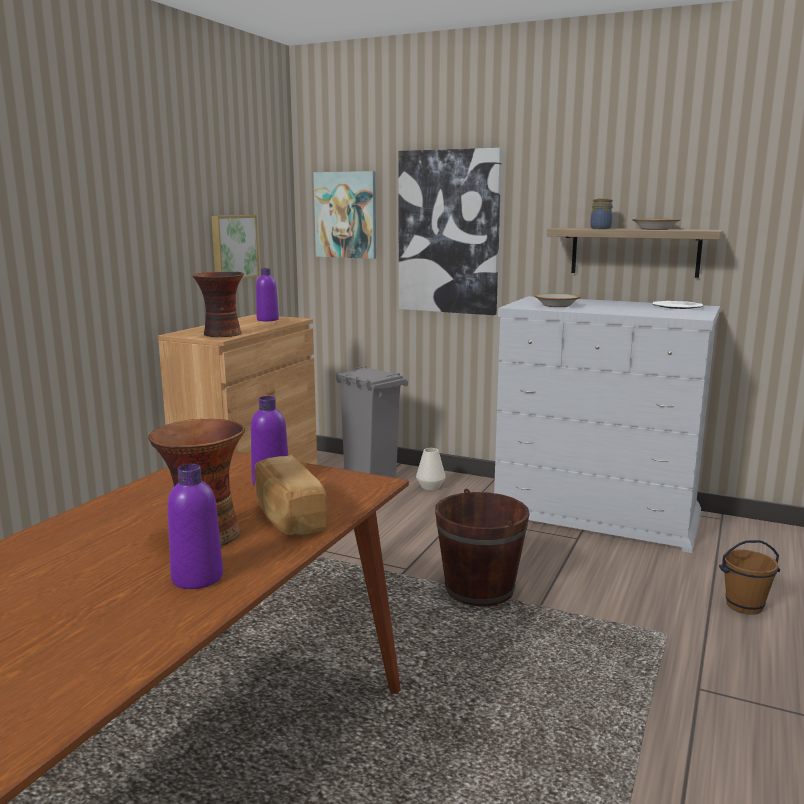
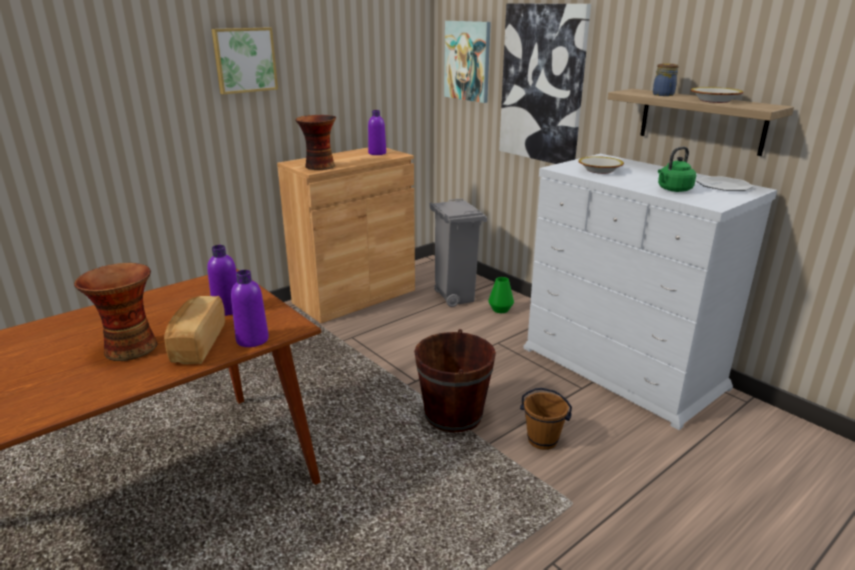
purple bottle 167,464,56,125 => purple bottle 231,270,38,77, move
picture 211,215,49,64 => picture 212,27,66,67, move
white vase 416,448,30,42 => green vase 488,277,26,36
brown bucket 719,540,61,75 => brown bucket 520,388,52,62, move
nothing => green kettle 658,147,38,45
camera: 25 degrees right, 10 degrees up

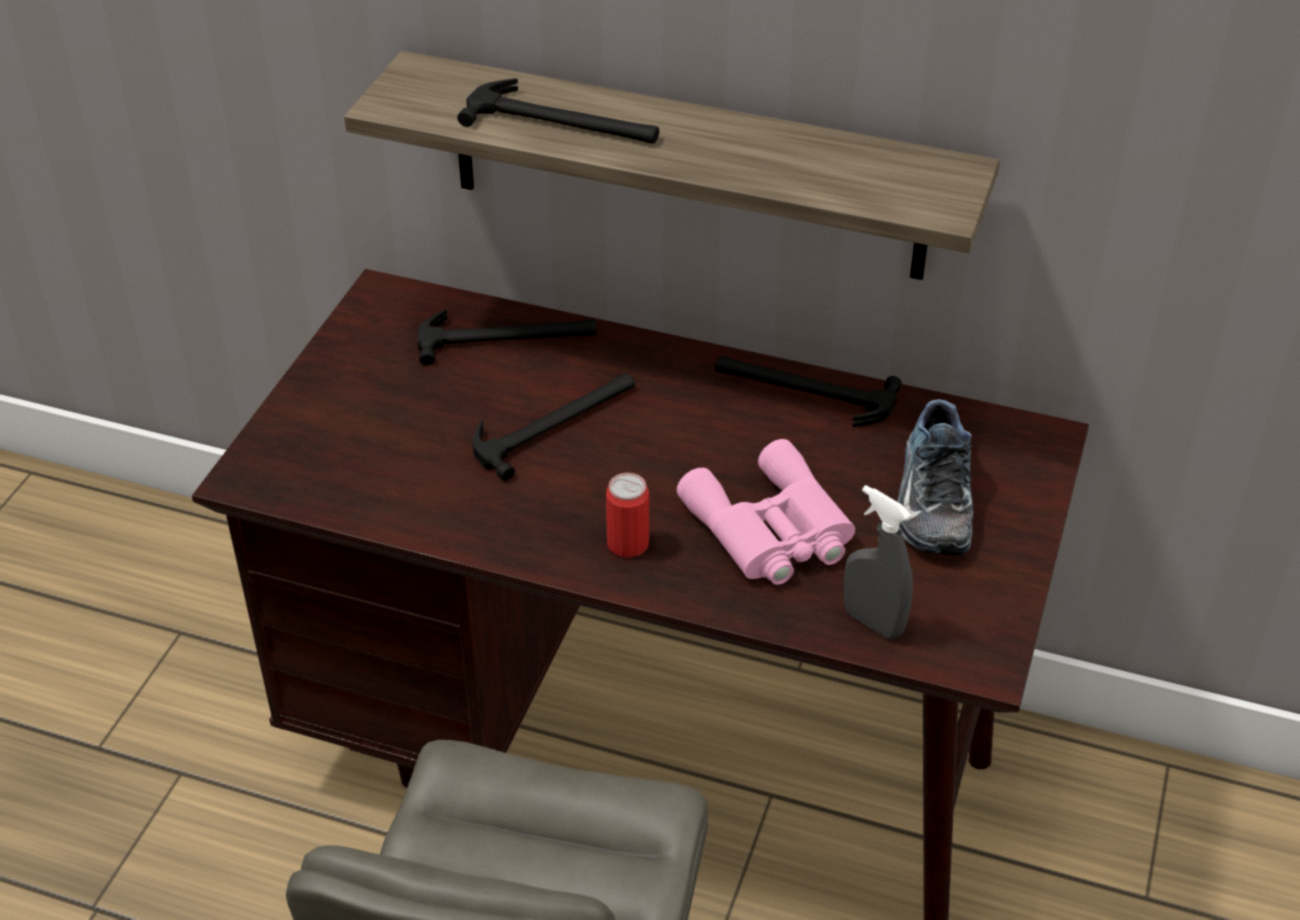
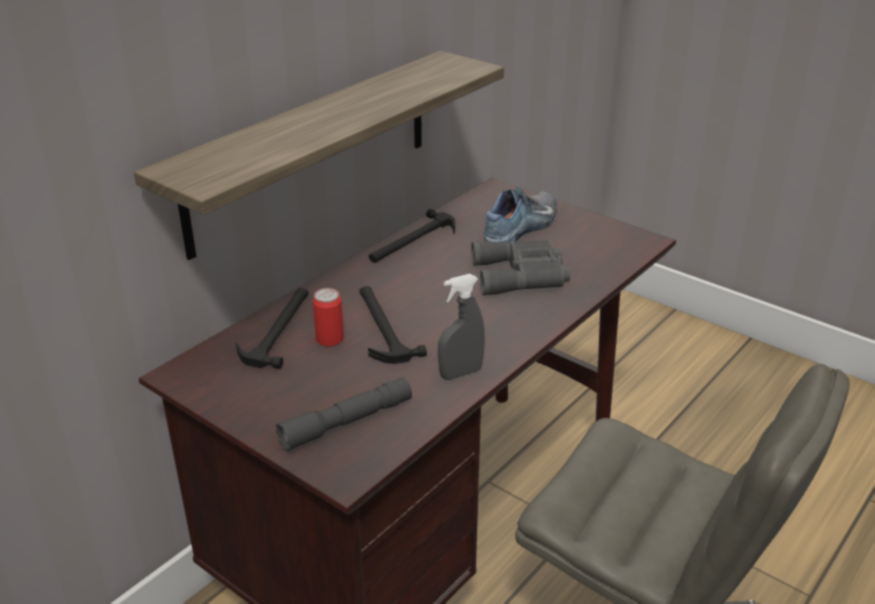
hammer 457,78,202,66 => nothing
can 606,473,43,84 => can 313,288,31,58, move
pink binoculars 677,439,178,146 => grey binoculars 471,240,99,55
grey spray bottle 844,485,69,154 => grey spray bottle 438,274,47,106, move
shoe 897,399,77,156 => shoe 483,187,74,56, 75 degrees counterclockwise
nothing => grey flashlight 276,378,136,73
camera: 70 degrees left, 10 degrees down

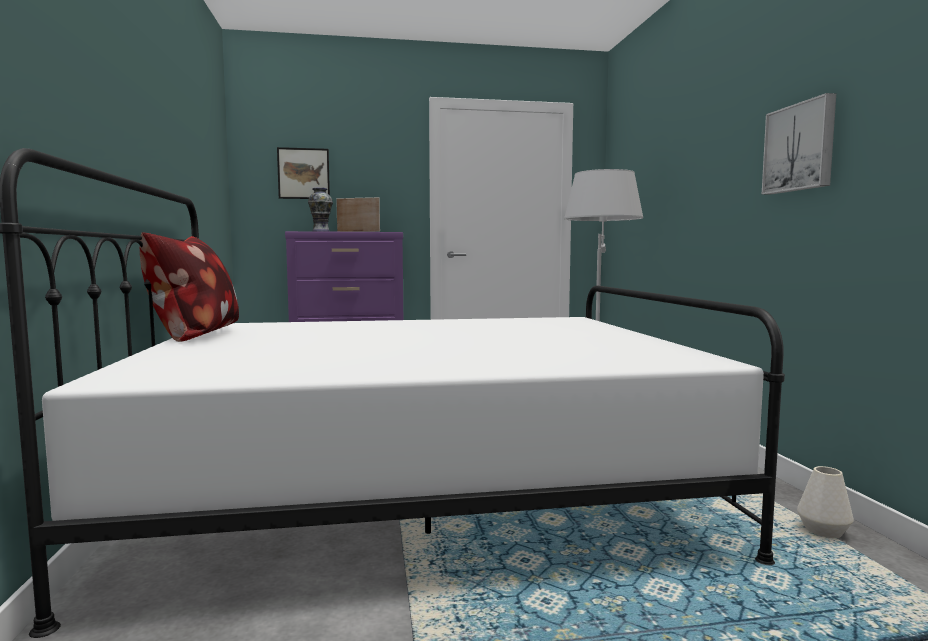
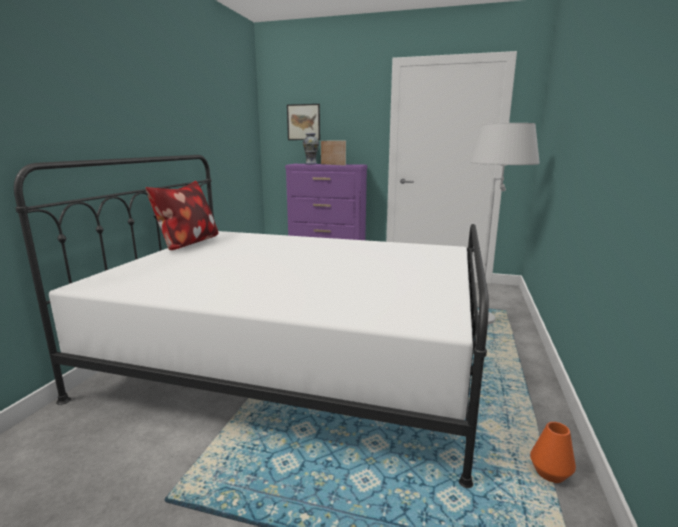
picture 762,93,74,102 => nothing
white vase 797,466,57,72 => orange vase 530,422,46,61
camera: 25 degrees right, 10 degrees up

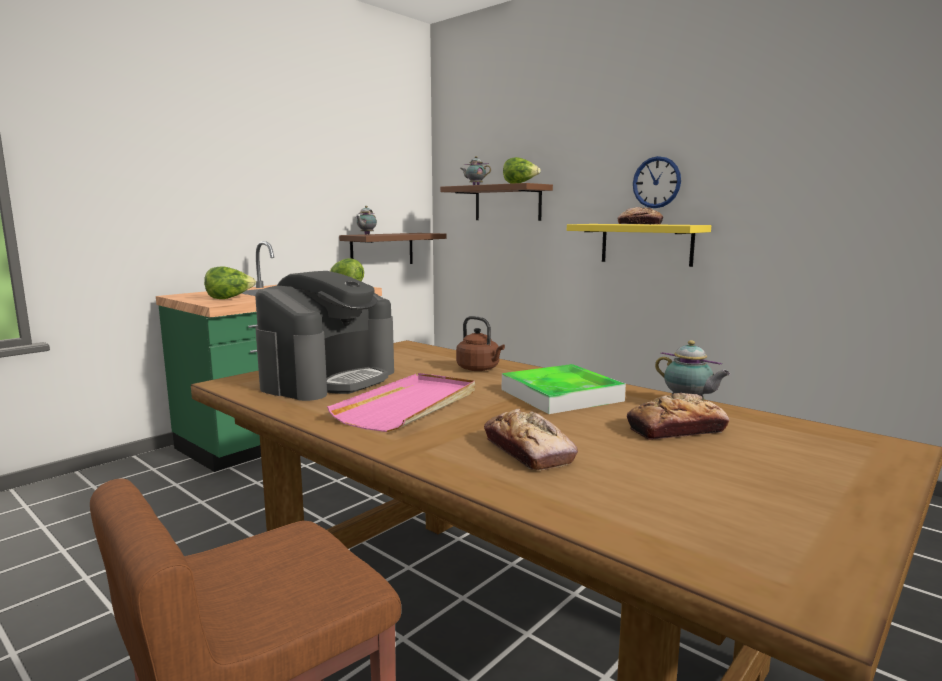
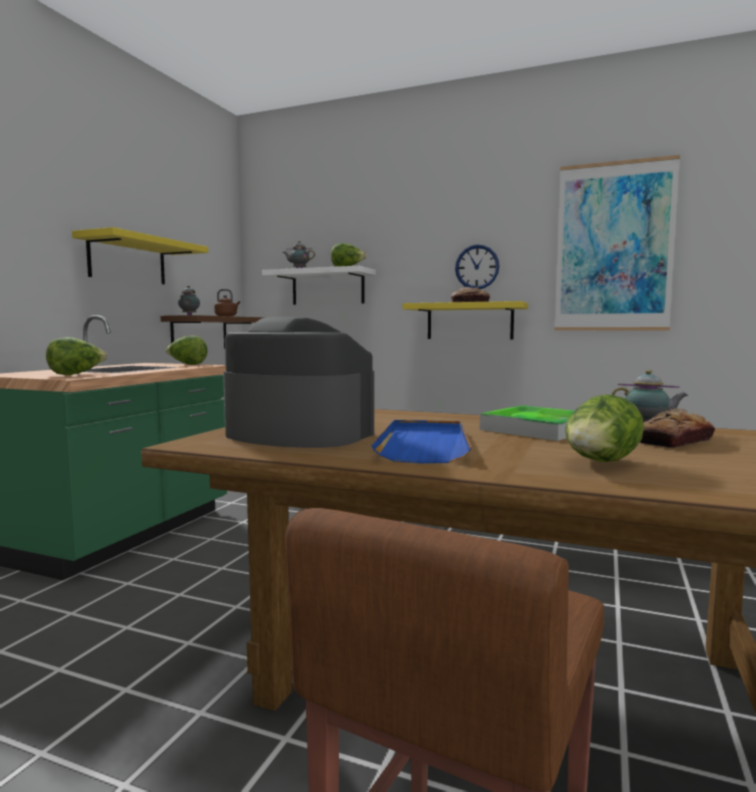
coffee machine 255,271,139,130 => coffee machine 224,317,150,131, 75 degrees counterclockwise
pink tray 327,373,148,59 => blue tray 371,420,101,43
brown shelf 440,183,113,38 => white shelf 262,266,114,39
brown kettle 456,316,49,55 => brown kettle 214,289,26,27, move
bread 484,409,94,62 => lettuce 565,394,79,68
nothing => yellow shelf 72,227,136,57
nothing => picture 554,155,126,175
camera: 20 degrees left, 5 degrees down

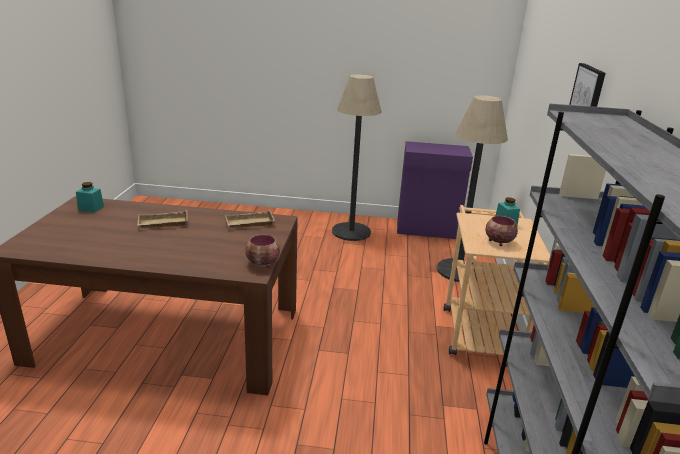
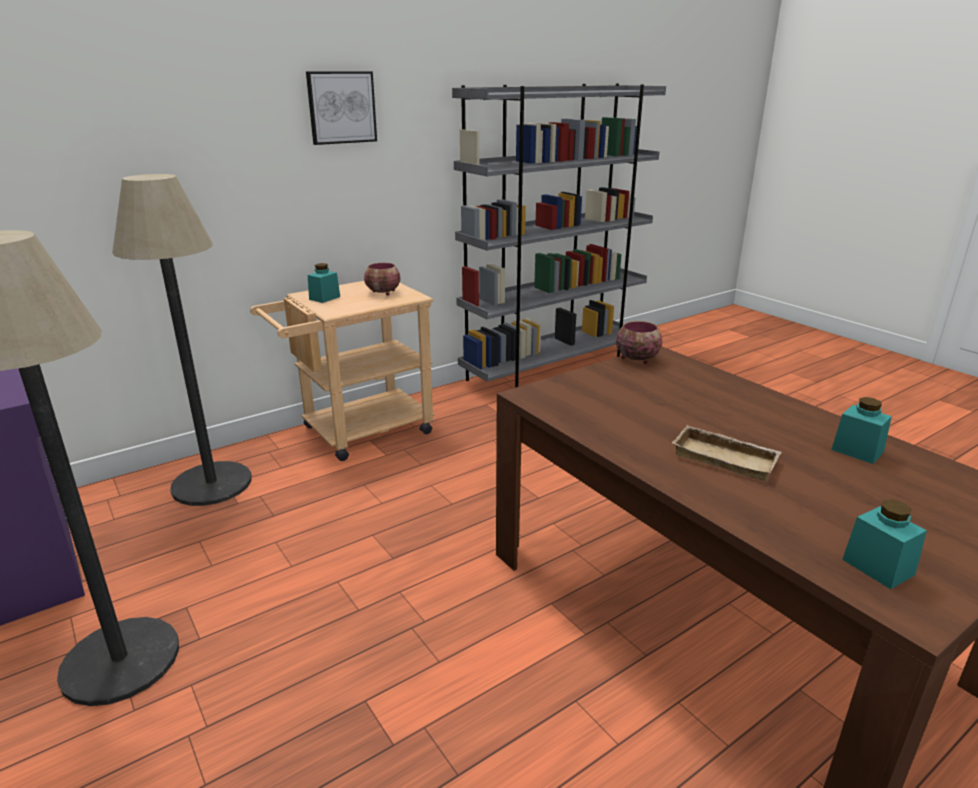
beige tray 225,210,50,18 => nothing
nothing => turquoise jar 831,397,61,67
camera: 130 degrees left, 0 degrees up

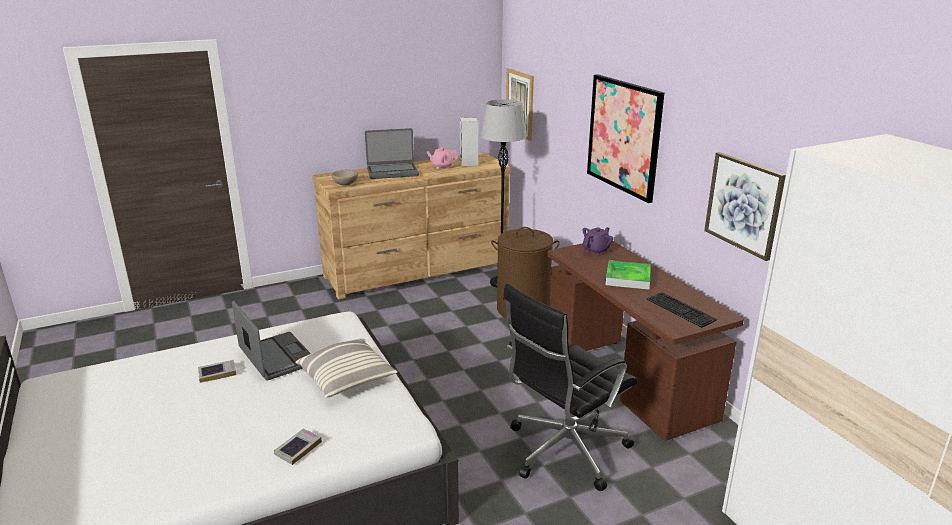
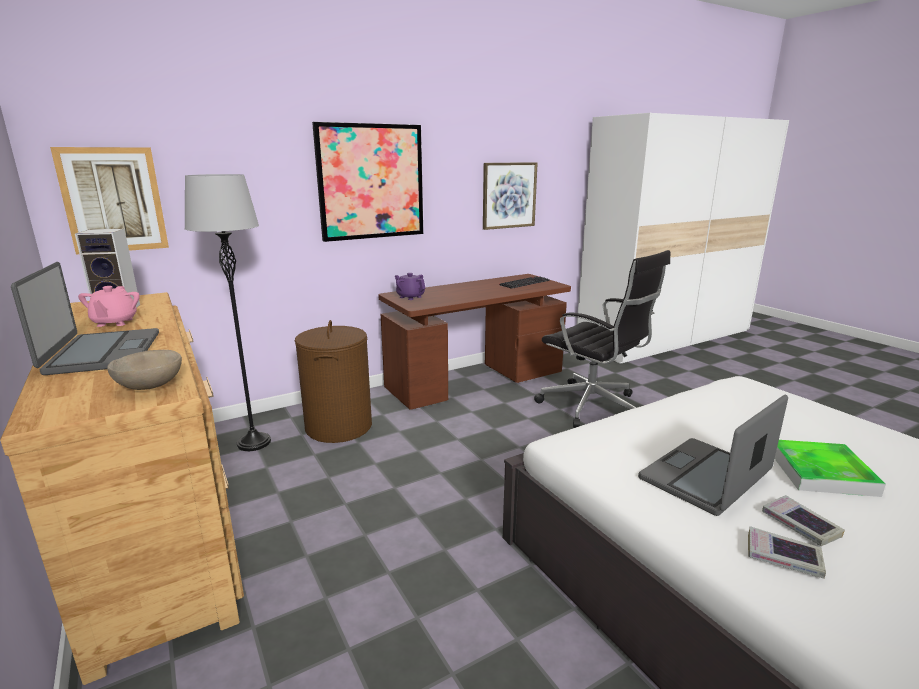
book 274,429,48,36 => book 748,526,78,53, move
pillow 295,338,103,60 => nothing
tray 606,260,45,30 => tray 775,440,111,57, move
camera: 95 degrees left, 5 degrees down

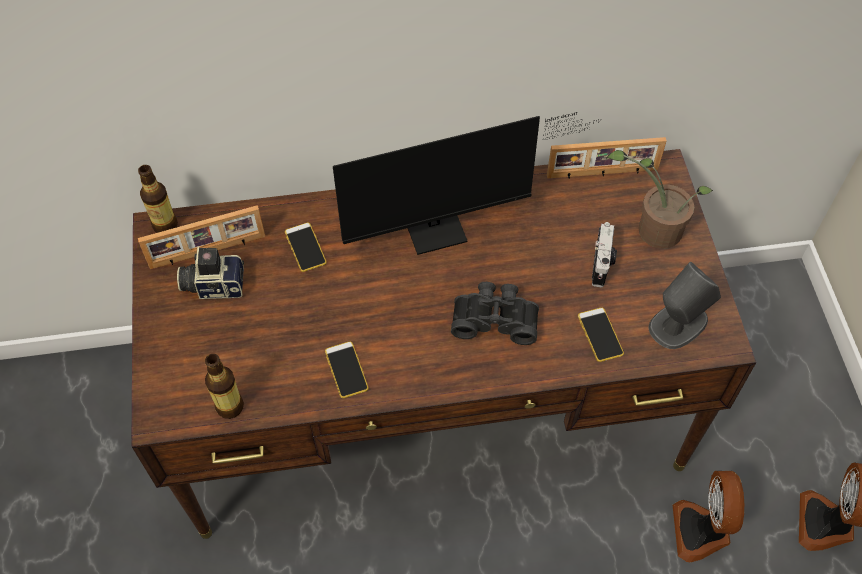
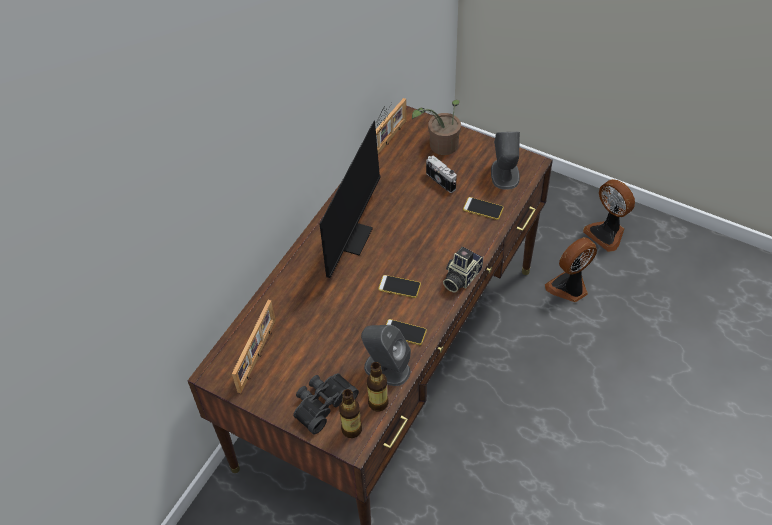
bottle 138,165,40,68 => bottle 339,389,23,49, move
photo camera 177,246,67,53 => photo camera 443,247,40,46, move
phone 285,222,42,50 => phone 378,275,43,23, move
black binoculars 451,282,88,63 => black binoculars 293,373,66,61, move
fan 673,471,71,91 => fan 545,237,52,65, 105 degrees clockwise
nothing => grey speaker 361,325,50,61
camera: 50 degrees left, 5 degrees down

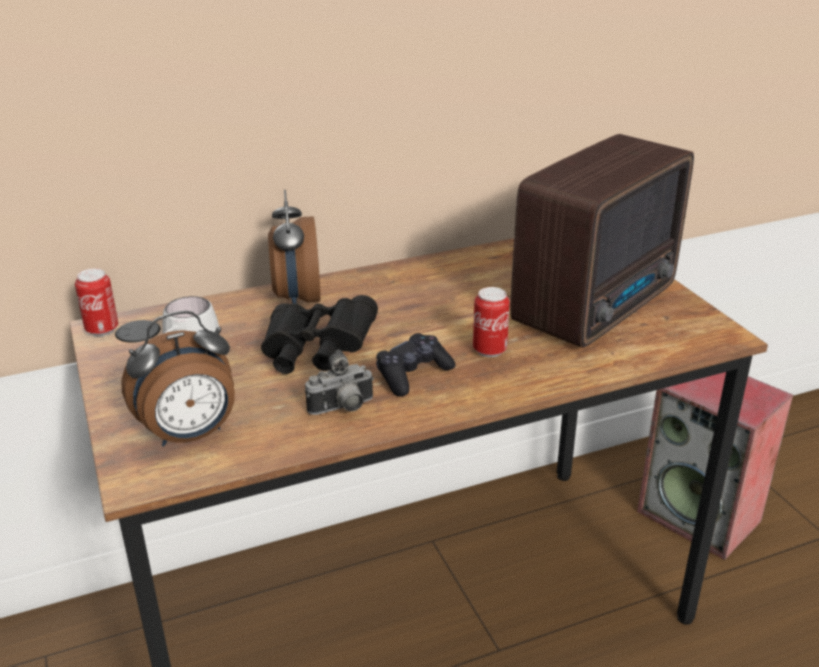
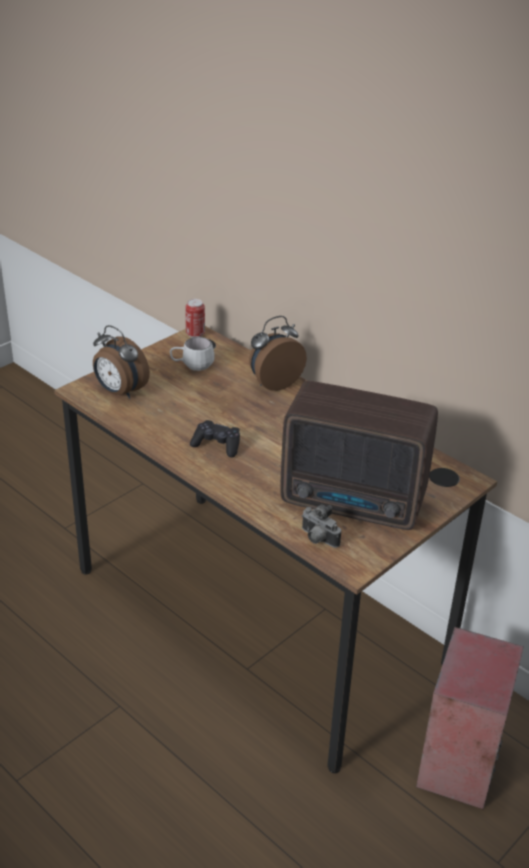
black binoculars 261,295,117,79 => nothing
photo camera 305,350,69,65 => photo camera 301,504,40,44, move
can 473,287,37,70 => nothing
camera: 65 degrees right, 5 degrees up

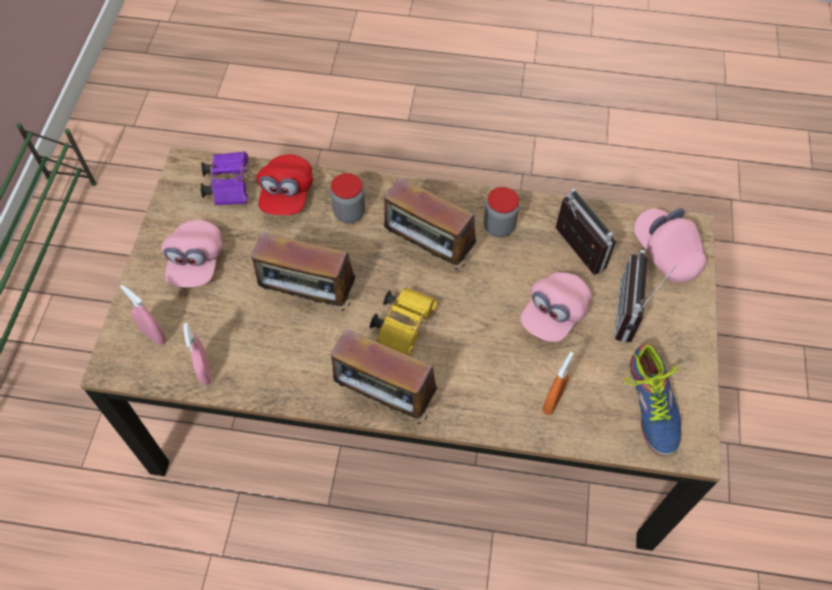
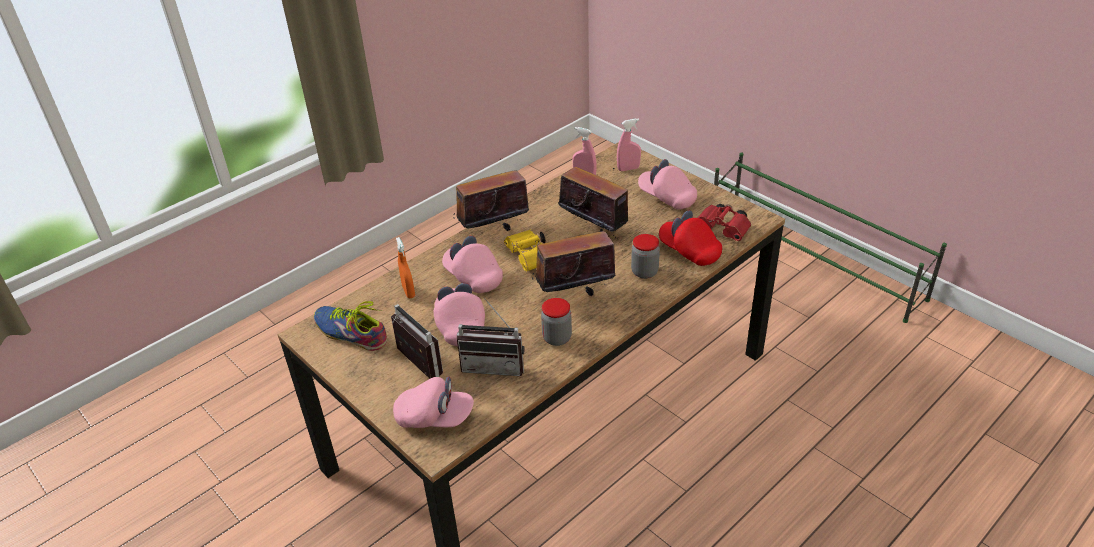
purple binoculars 201,151,47,54 => red binoculars 697,204,54,37
radio 251,232,105,79 => radio 558,167,70,71, 75 degrees clockwise
nothing => pink cap 442,236,61,57
camera: 130 degrees right, 20 degrees down

